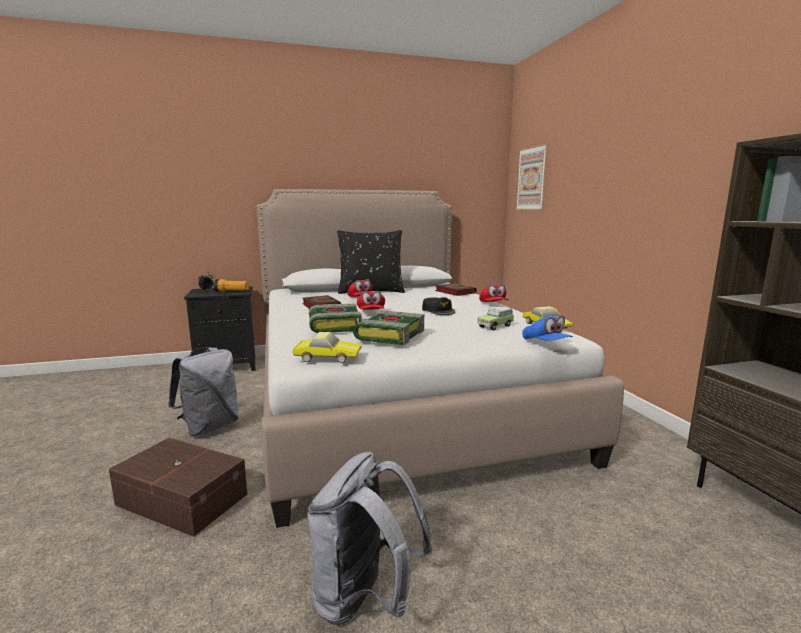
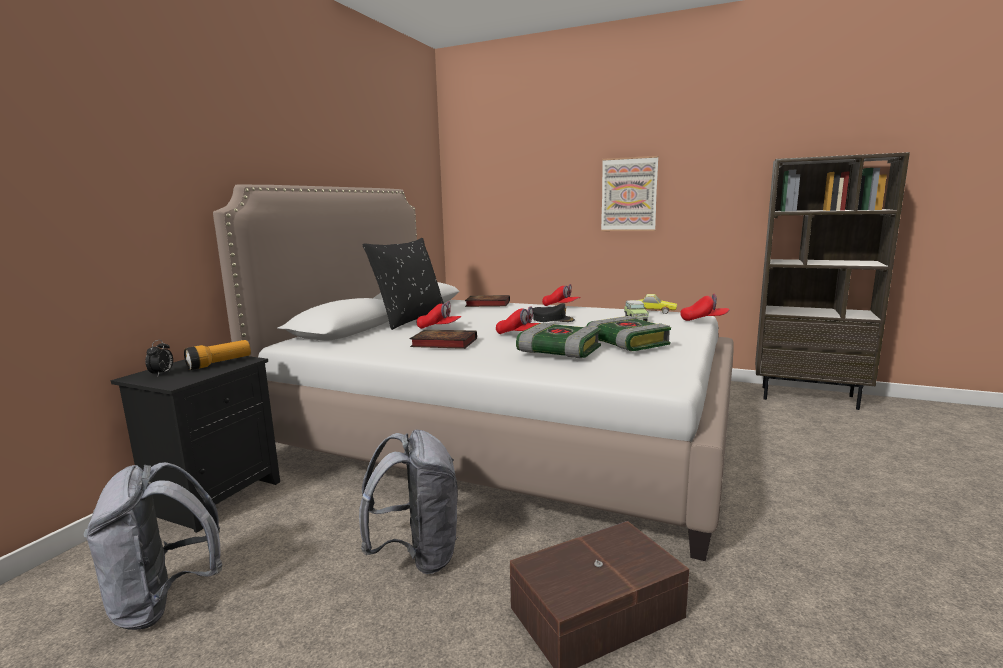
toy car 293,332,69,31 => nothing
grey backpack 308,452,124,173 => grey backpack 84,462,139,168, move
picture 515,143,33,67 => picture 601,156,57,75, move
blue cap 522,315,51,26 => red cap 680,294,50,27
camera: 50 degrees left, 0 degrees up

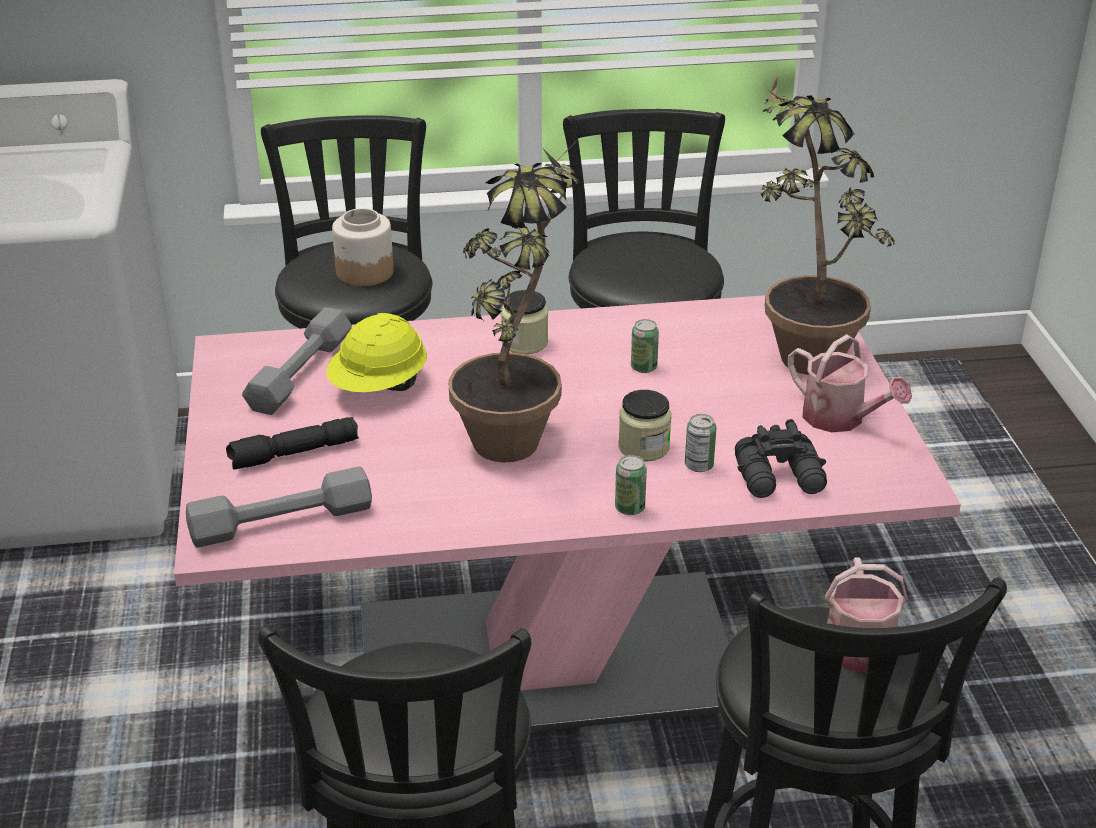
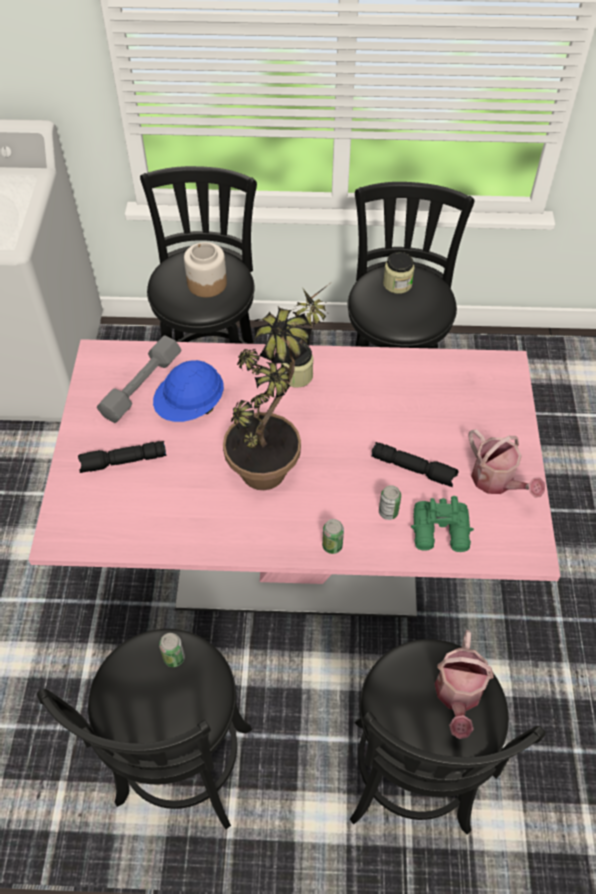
grey dumbbell 186,467,186,80 => nothing
yellow hard hat 326,313,101,79 => blue hard hat 153,360,71,62
jar 618,390,53,72 => jar 383,252,32,42, move
can 631,319,28,54 => can 159,633,26,34, move
black binoculars 735,419,92,79 => green binoculars 411,496,63,56
potted plant 761,70,134,305 => nothing
nothing => black flashlight 371,442,88,45
camera: 10 degrees right, 20 degrees up

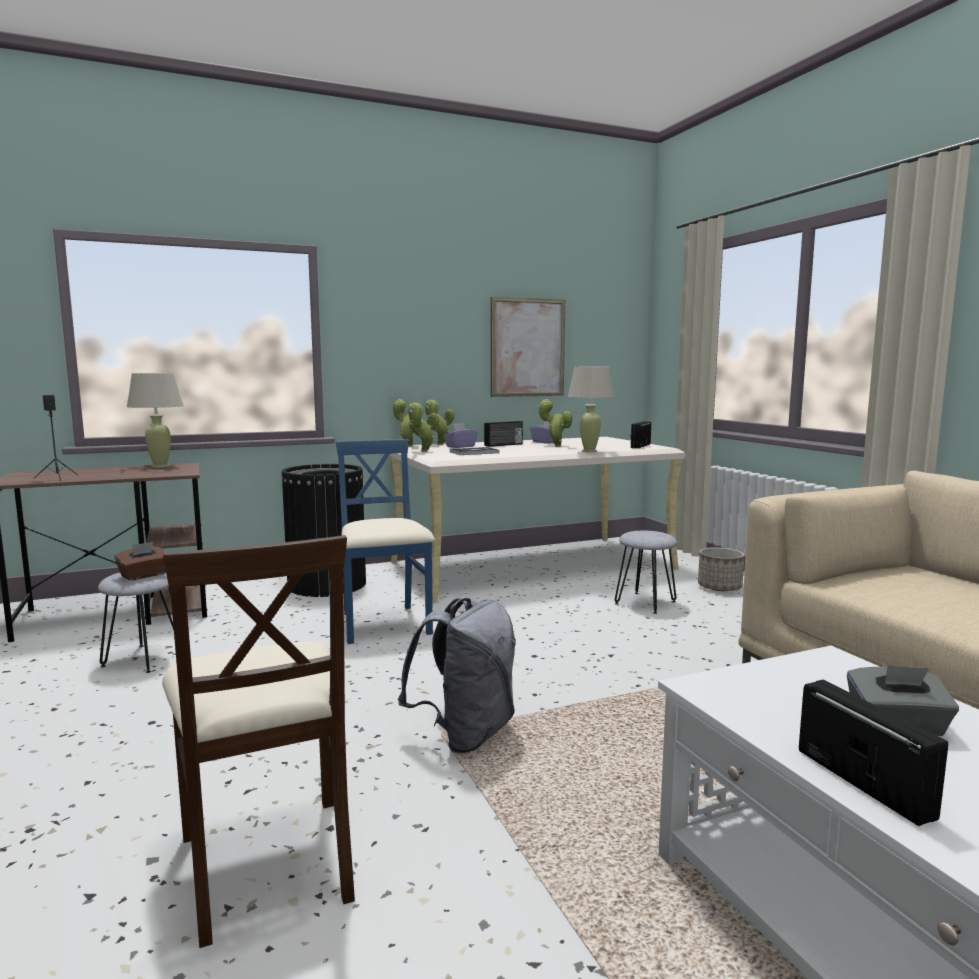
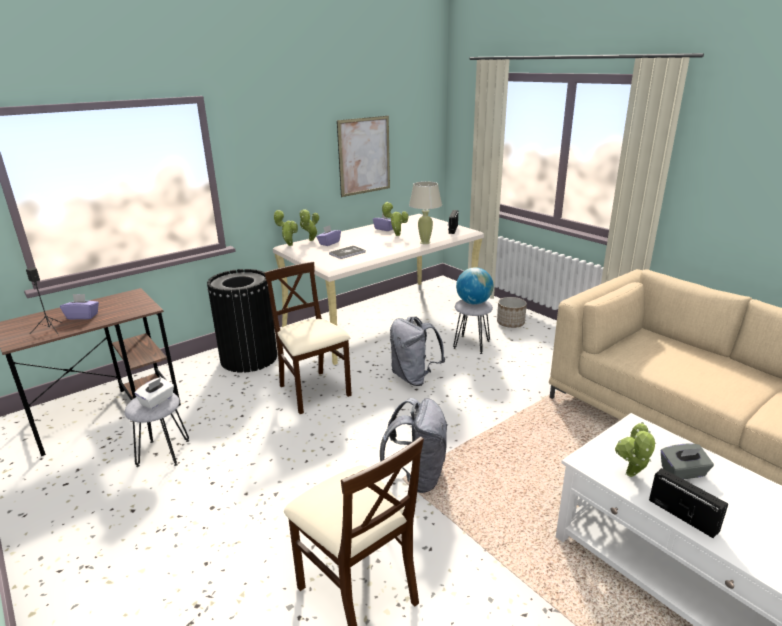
brown tissue box 114,542,52,39 => white tissue box 135,377,39,32
beige table lamp 127,373,57,95 => nothing
blue chair 336,439,99,205 => beige chair 264,262,88,152
potted plant 408,402,31,50 => potted plant 615,422,41,55, move
radio 484,421,39,26 => nothing
nothing => purple tissue box 60,294,39,26
nothing => grey backpack 390,316,55,70
nothing => globe 456,267,37,38
camera: 15 degrees left, 15 degrees up

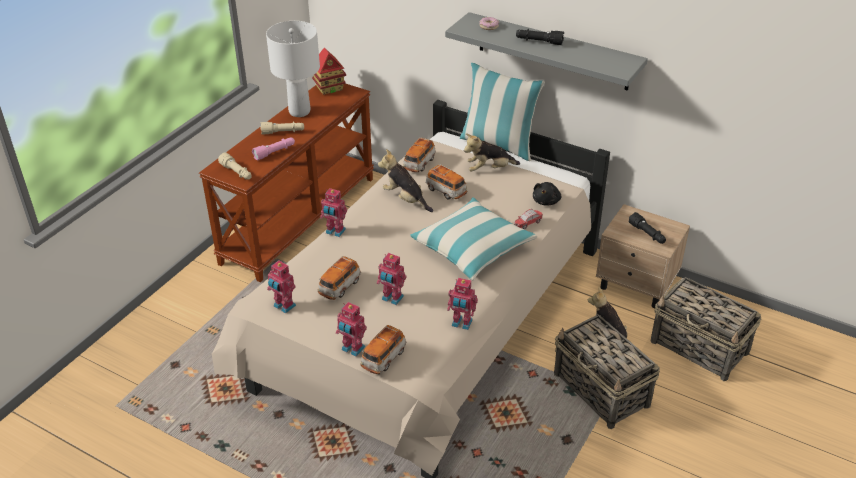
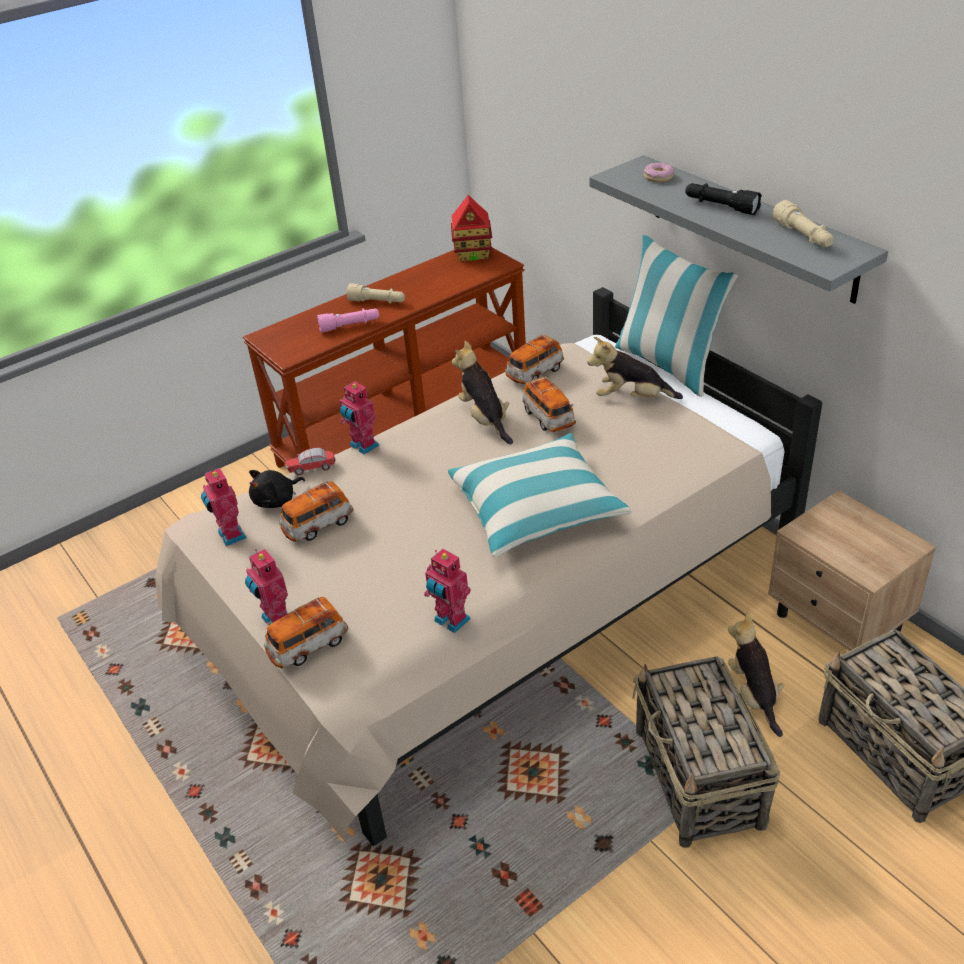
beige flashlight 218,152,34,28 => beige flashlight 773,200,60,47, move
white table lamp 266,21,54,96 => nothing
toy robot 377,253,29,52 => nothing
toy car 514,209,28,21 => toy car 285,447,50,28, move
black plush toy 533,182,28,23 => black plush toy 249,470,56,38, move
black flashlight 628,212,38,32 => nothing
camera: 25 degrees right, 0 degrees up

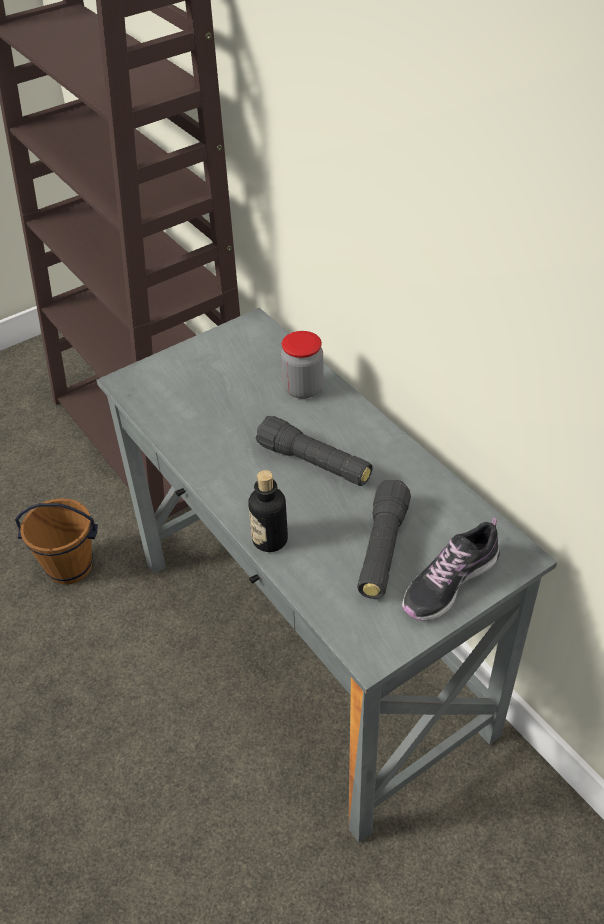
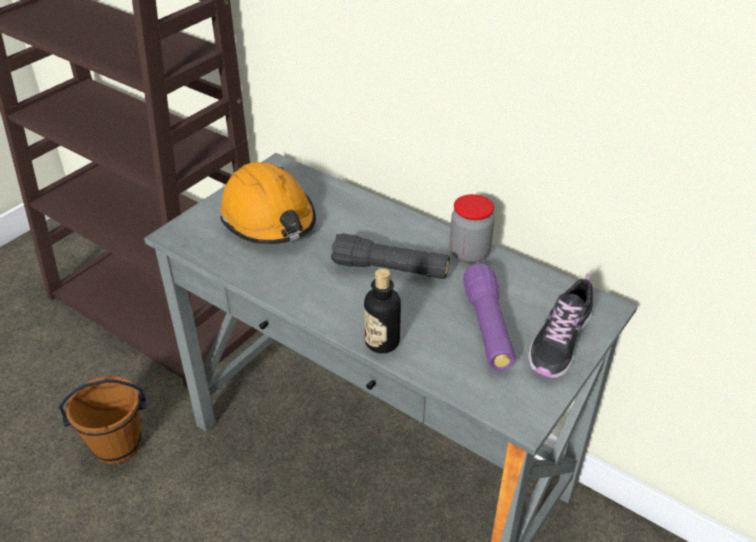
jar 281,331,43,68 => jar 449,194,46,69, move
black flashlight 357,480,54,119 => purple flashlight 463,264,53,107
nothing => orange hard hat 221,162,95,82
camera: 20 degrees left, 5 degrees down

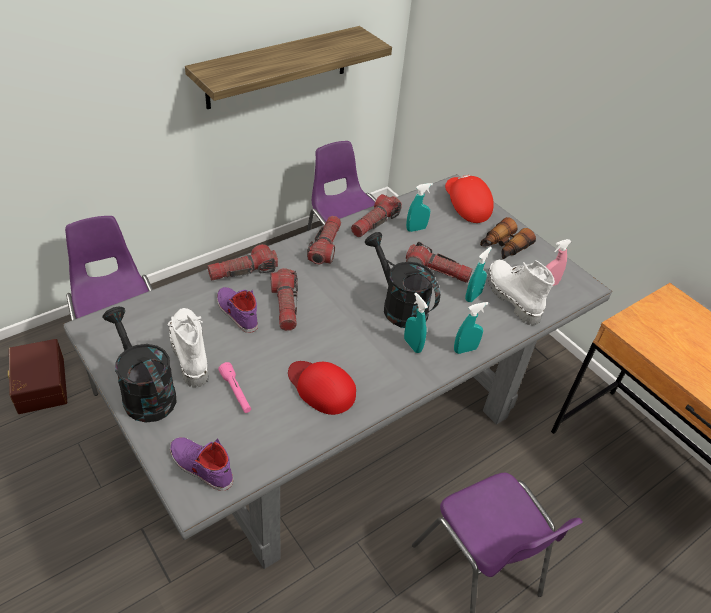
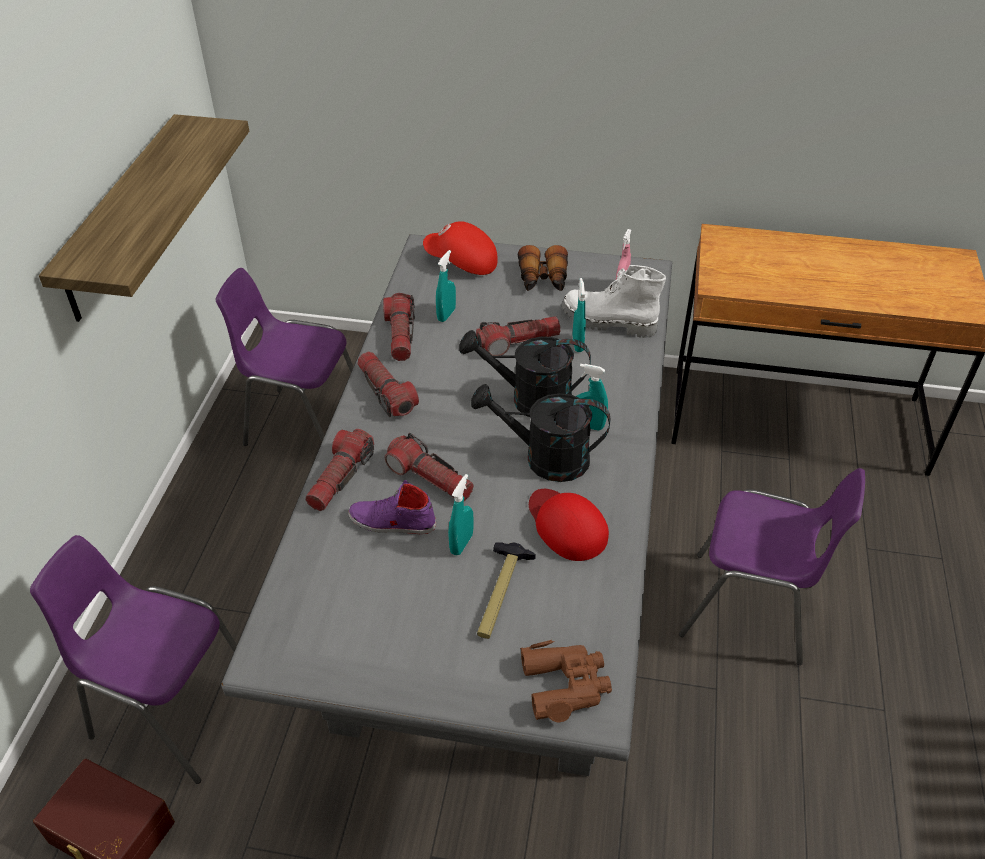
black watering can 103,307,73,116 => black watering can 471,384,140,98, move
white boot 168,308,40,80 => nothing
purple shoe 170,437,63,54 => brown binoculars 520,640,92,83
pink flashlight 218,362,33,51 => hammer 477,542,59,97
red cap 288,361,68,54 => red cap 529,489,80,72, 60 degrees clockwise
turquoise spray bottle 454,302,34,52 => turquoise spray bottle 448,474,26,81, move
camera: 40 degrees left, 0 degrees up

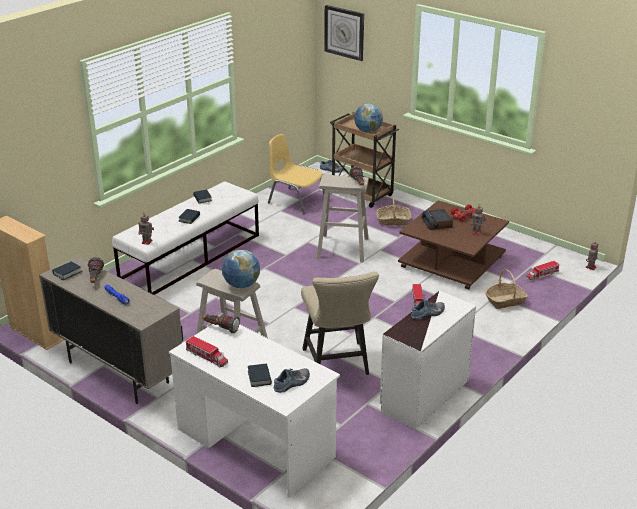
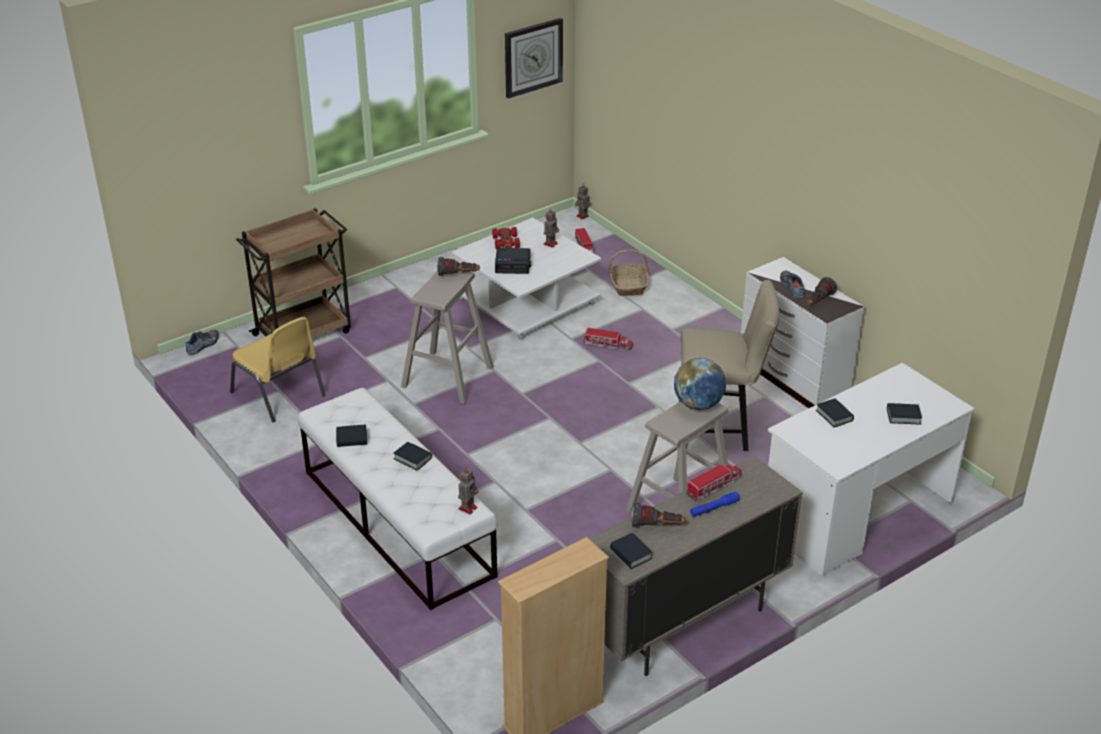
toy truck 186,336,42,32 => toy truck 686,464,56,38, move
flashlight 203,314,37,19 => flashlight 807,277,30,29, move
yellow chair 268,134,57,80 => yellow chair 230,317,96,105, 90 degrees counterclockwise
shoe 274,368,36,25 => nothing
wall clock 324,5,40,56 => wall clock 505,18,58,81, move
globe 354,103,29,30 => nothing
basket 376,194,35,32 => nothing
brown coffee table 398,200,111,90 => white coffee table 452,218,149,122
nothing => book 816,398,38,29
camera: 75 degrees left, 5 degrees up

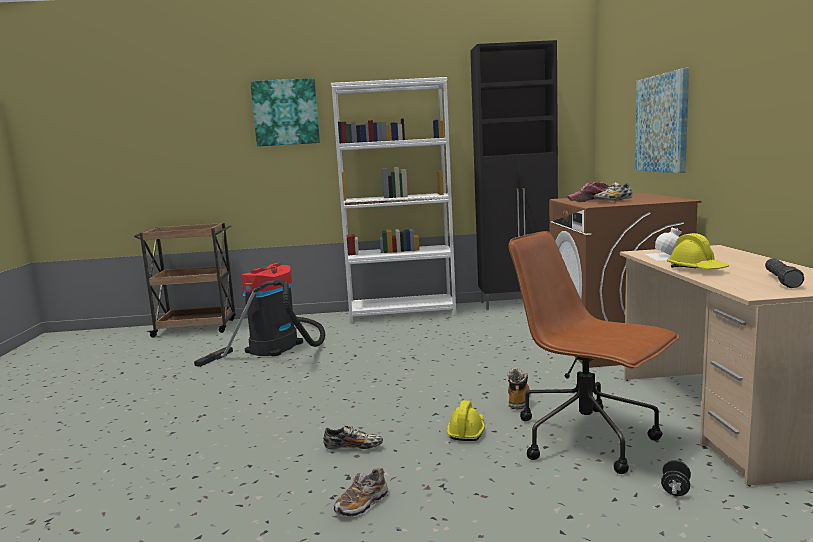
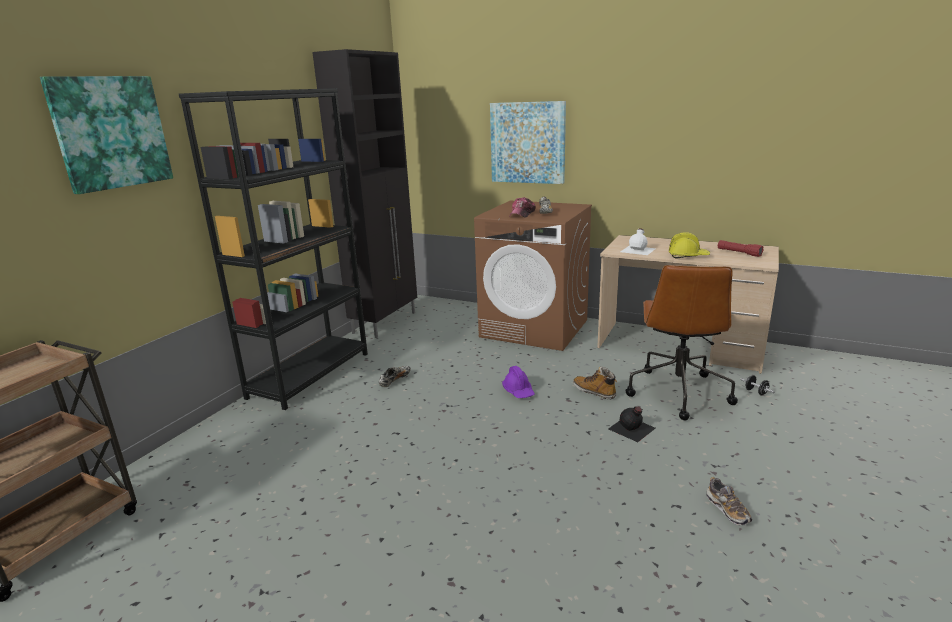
vacuum cleaner 194,263,131,104 => nothing
shoe 323,426,60,24 => shoe 379,366,32,21, move
white bookcase 331,77,125,246 => black bookcase 179,88,189,322
yellow hard hat 447,400,38,41 => black bottle 608,406,48,36
brown office chair 508,231,172,243 => brown office chair 626,265,112,156, 60 degrees counterclockwise
black flashlight 765,258,39,30 => red flashlight 718,240,46,17
nothing => purple hard hat 502,366,33,32
camera: 60 degrees left, 10 degrees up

